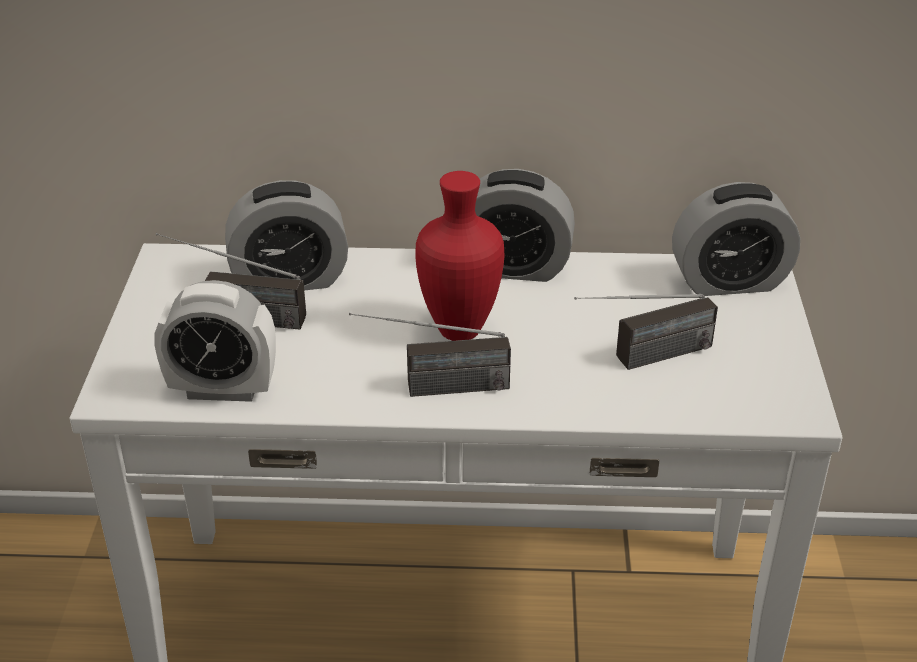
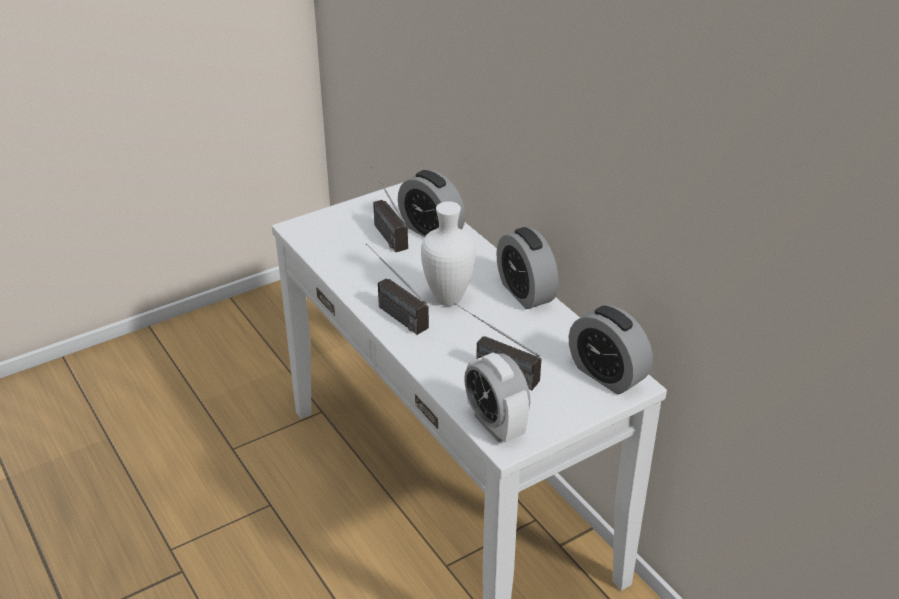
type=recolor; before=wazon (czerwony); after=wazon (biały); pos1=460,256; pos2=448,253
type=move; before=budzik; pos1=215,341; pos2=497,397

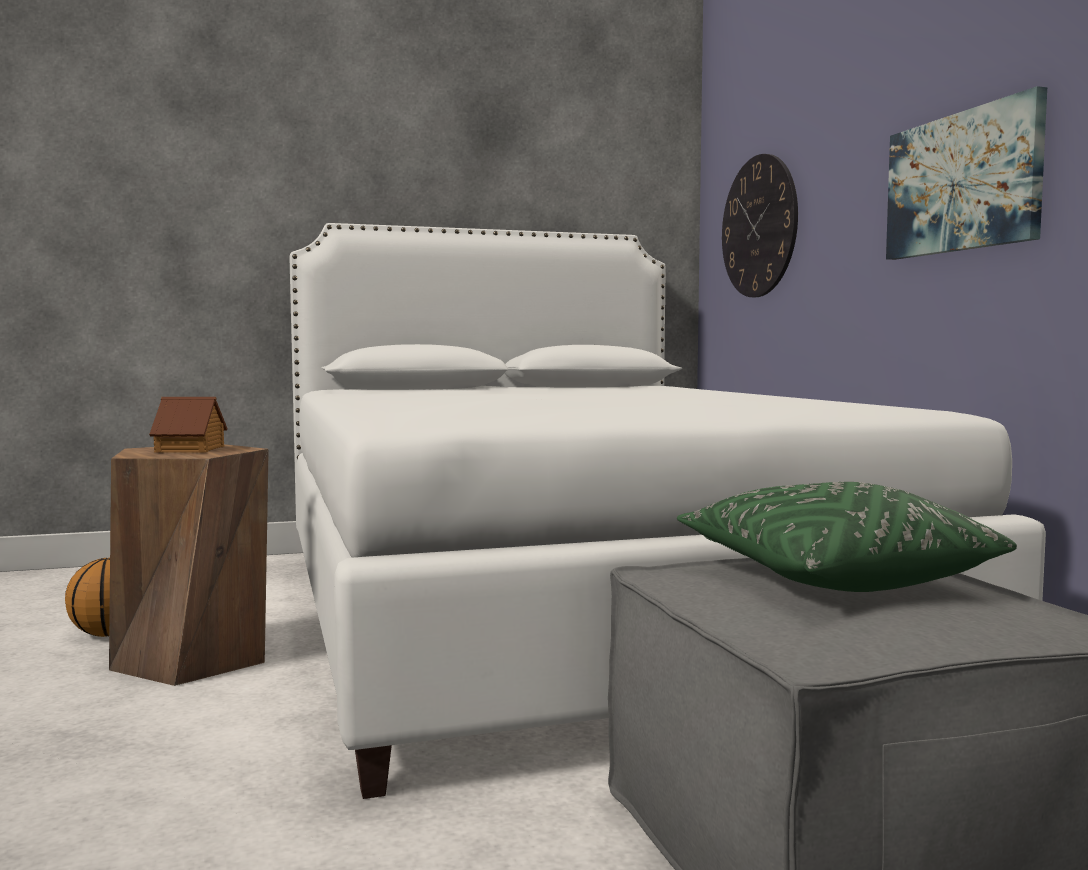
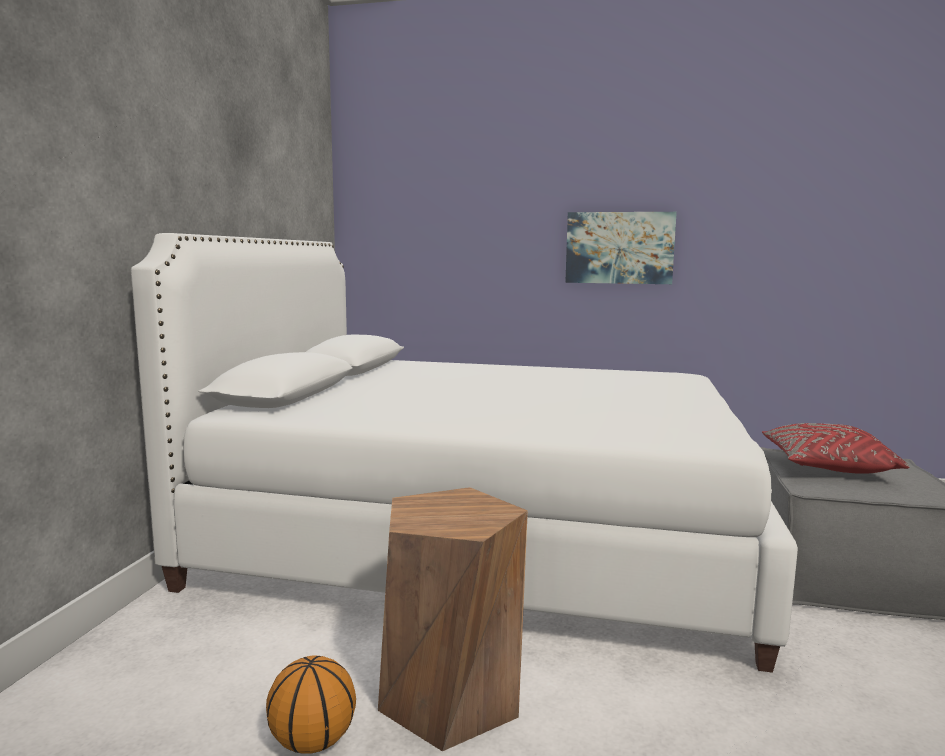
type=delete; before=zegar ścienny; pos1=760,225
type=delete; before=domek; pos1=188,425
type=recolor; before=poduszka (zielony); after=poduszka (czerwony); pos1=847,537; pos2=835,448

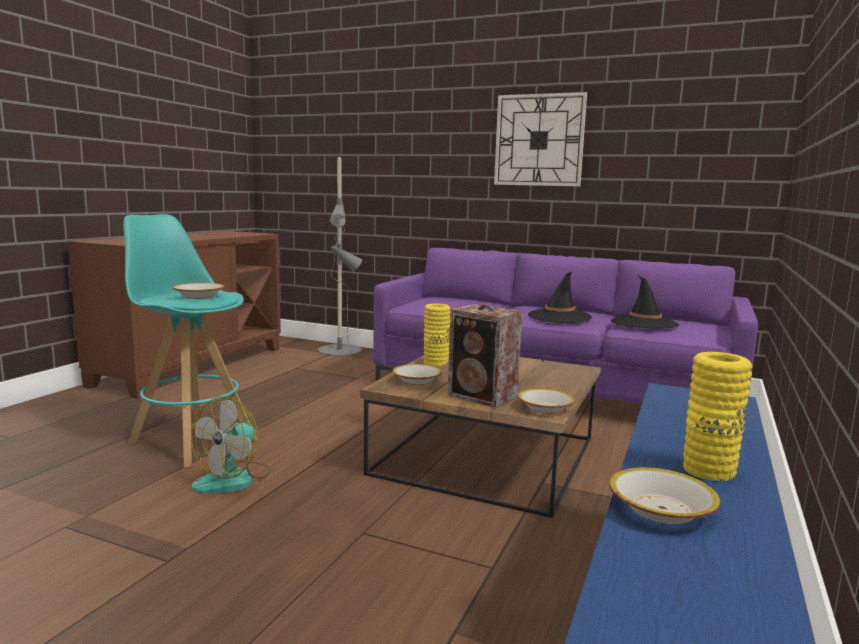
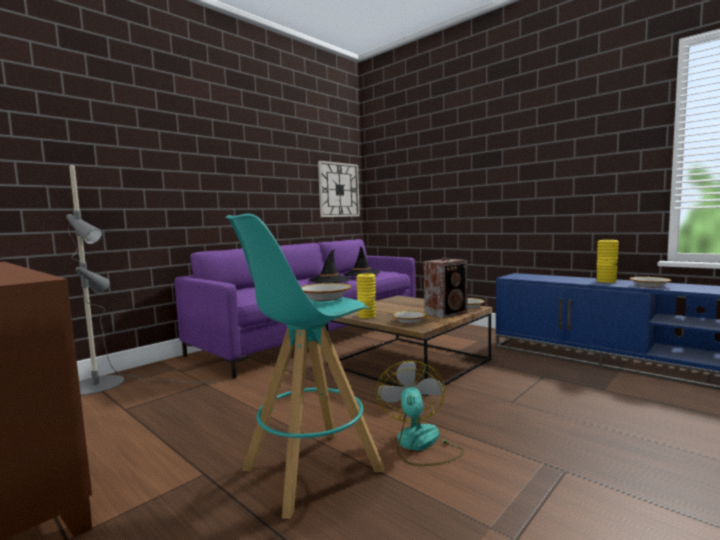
type=move; before=zegar ścienny; pos1=540,139; pos2=339,189
type=rotate; before=wentylator; pos1=231,444; pos2=420,413; turn=-135

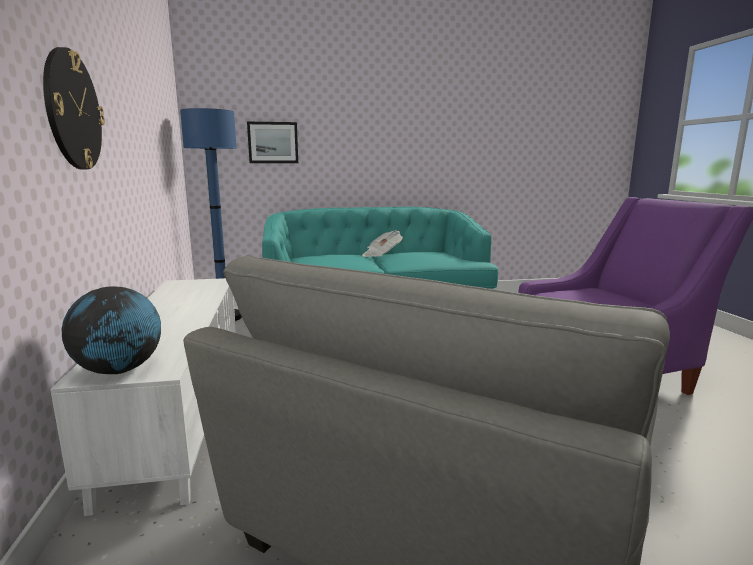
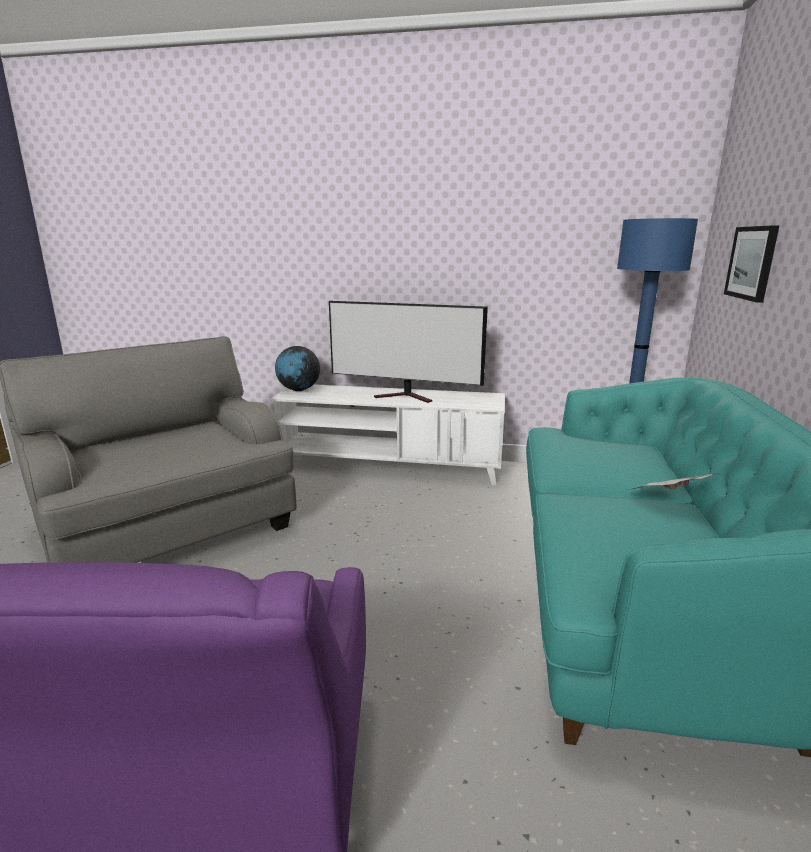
type=delete; before=zegar ścienny; pos1=74,108
type=insert; after=telewizor; pos2=408,352

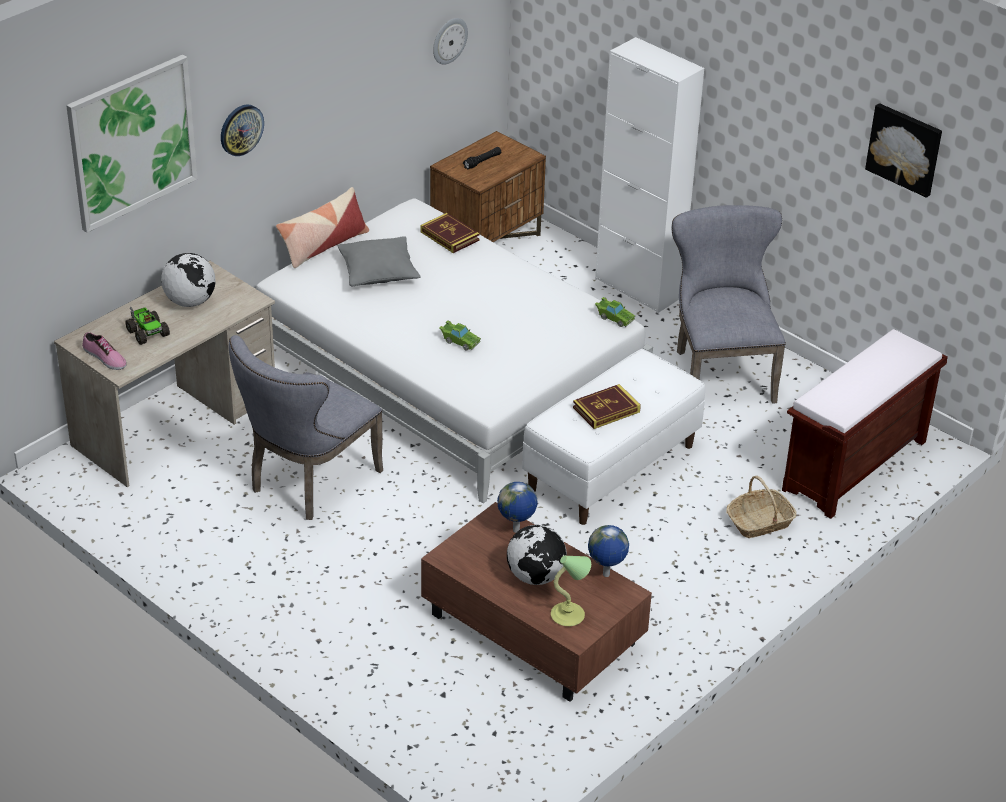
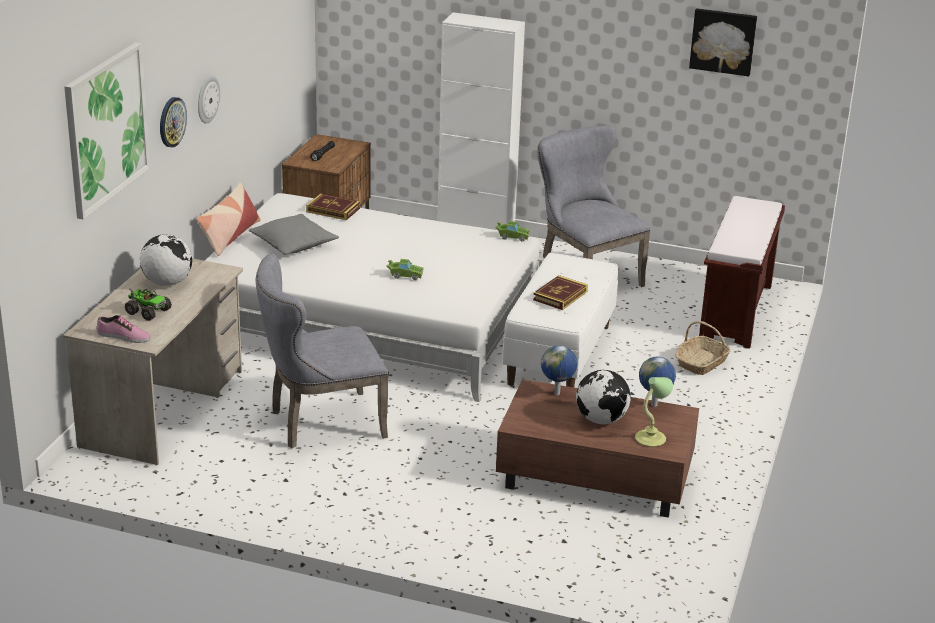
type=move; before=zegar ścienny; pos1=450,41; pos2=209,100
type=rotate; before=krzesło (szary); pos1=306,427; pos2=322,351; turn=60

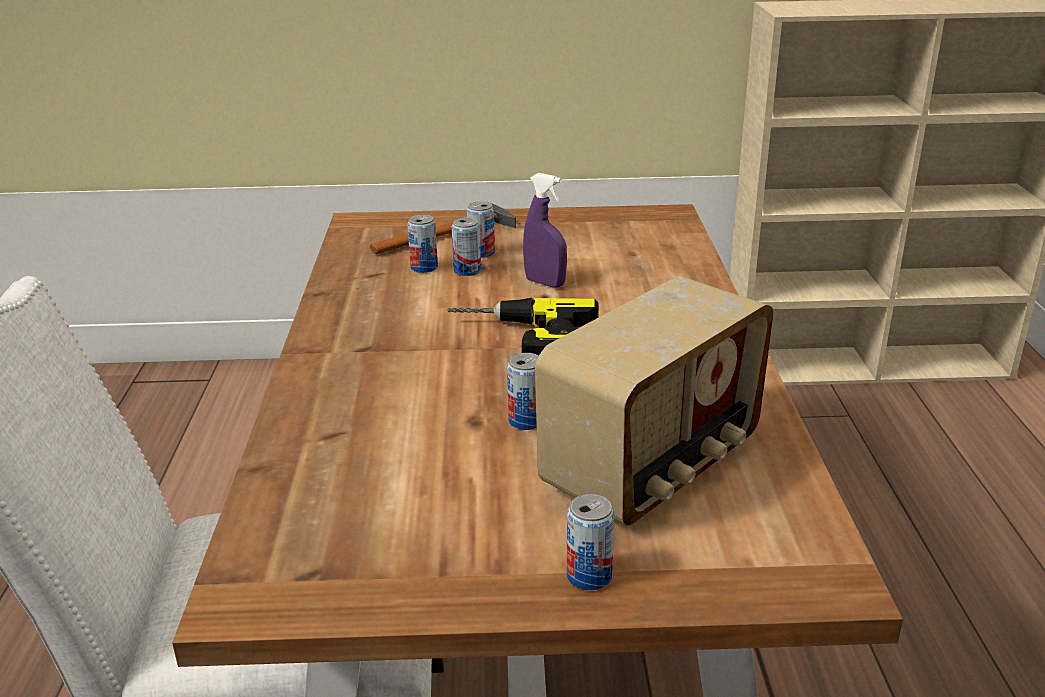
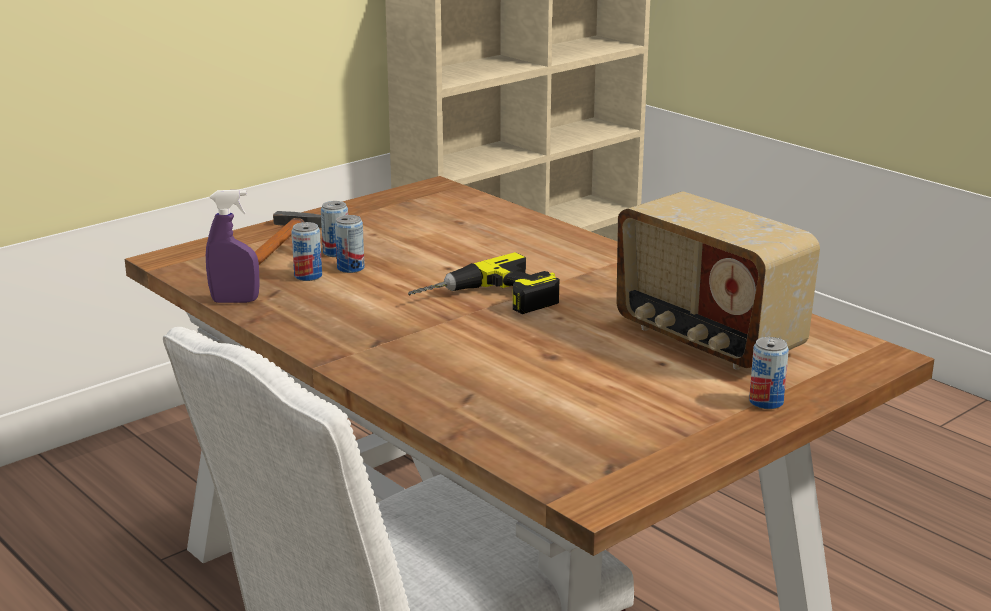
type=move; before=spryskiwacz (fioletowy); pos1=545,230; pos2=233,246
type=rotate; before=radio; pos1=654,401; pos2=718,281; turn=135
type=delete; before=puszka; pos1=523,391

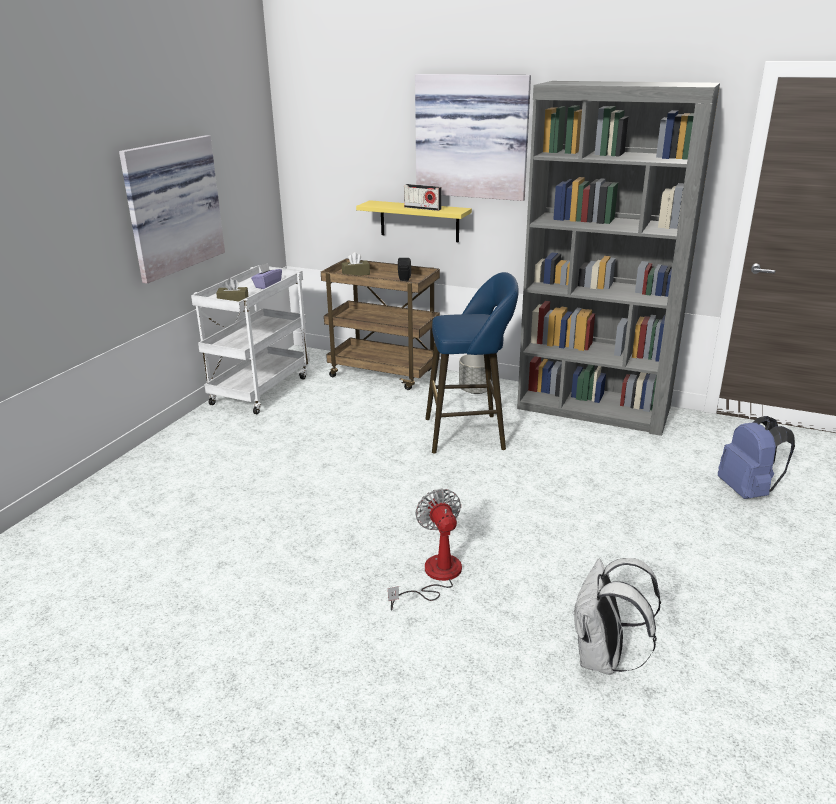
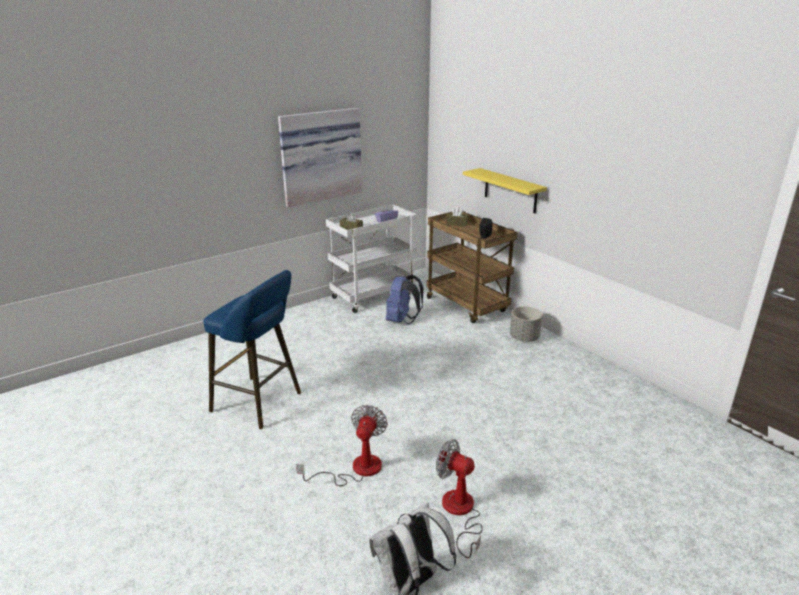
type=delete; before=obraz; pos1=473,137
type=delete; before=regał (szary); pos1=618,258
type=delete; before=radio; pos1=423,197
type=move; before=stołek (niebieski); pos1=472,363; pos2=252,349
type=move; before=plecak (niebieski); pos1=756,457; pos2=405,299
type=insert; after=wentylator; pos2=459,498

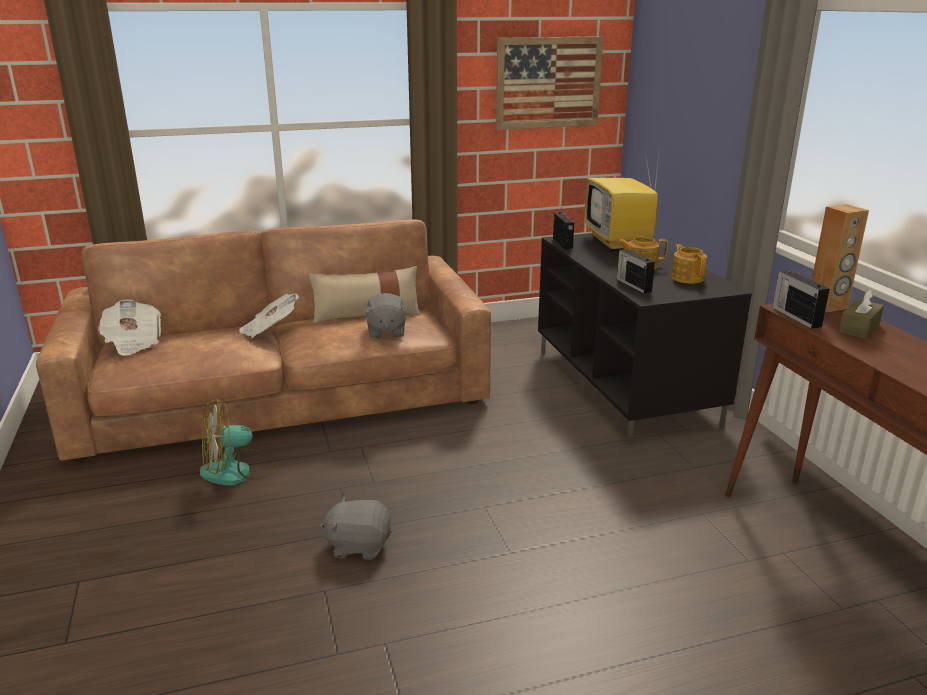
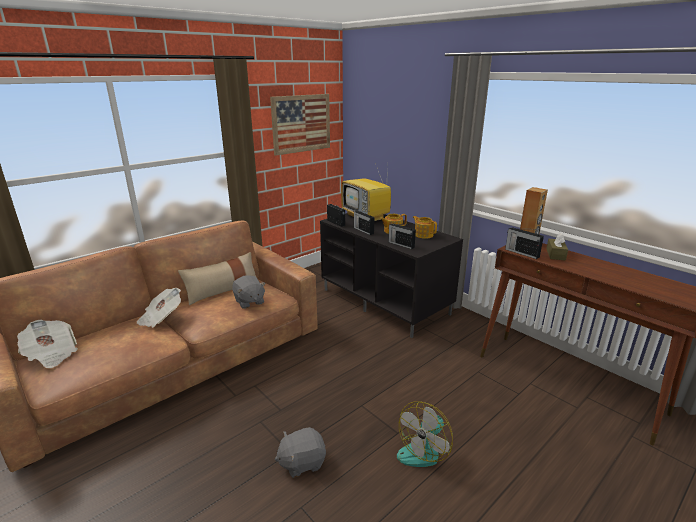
type=move; before=wentylator; pos1=238,442; pos2=425,434
type=insert; after=radio; pos2=364,223

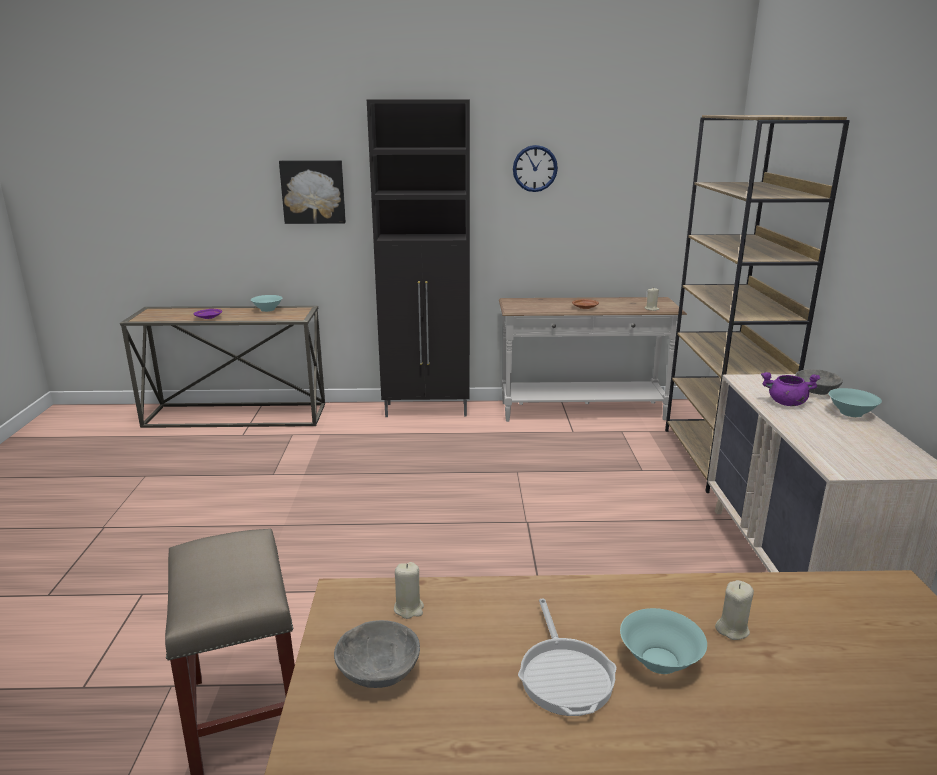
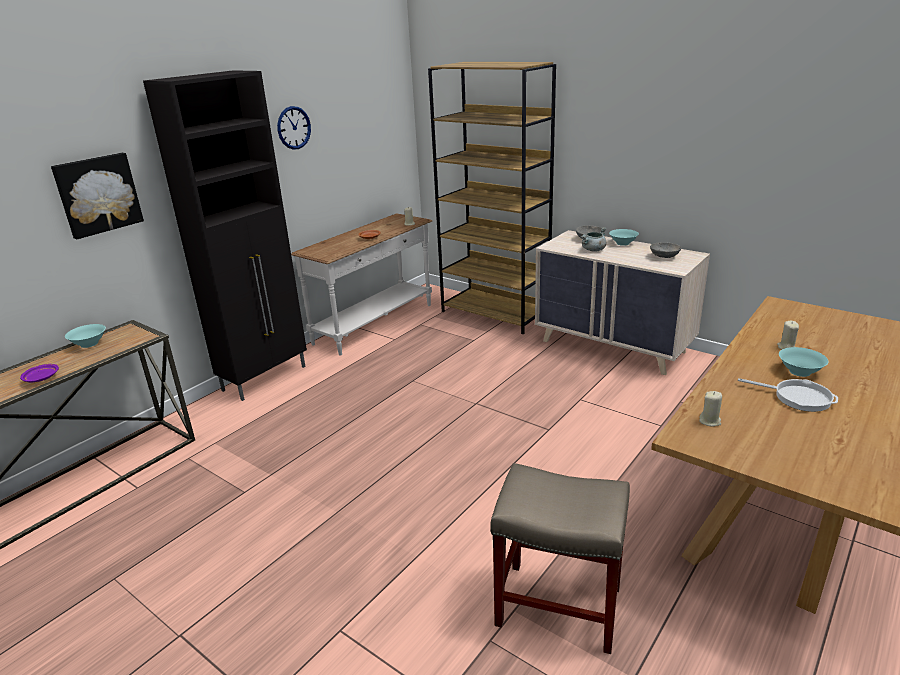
type=recolor; before=garnek (fioletowy); after=garnek (szary); pos1=790,389; pos2=593,239
type=move; before=miska (szary); pos1=377,654; pos2=665,250

